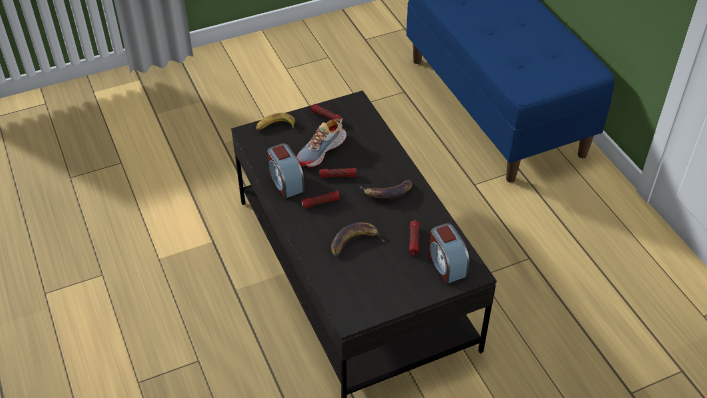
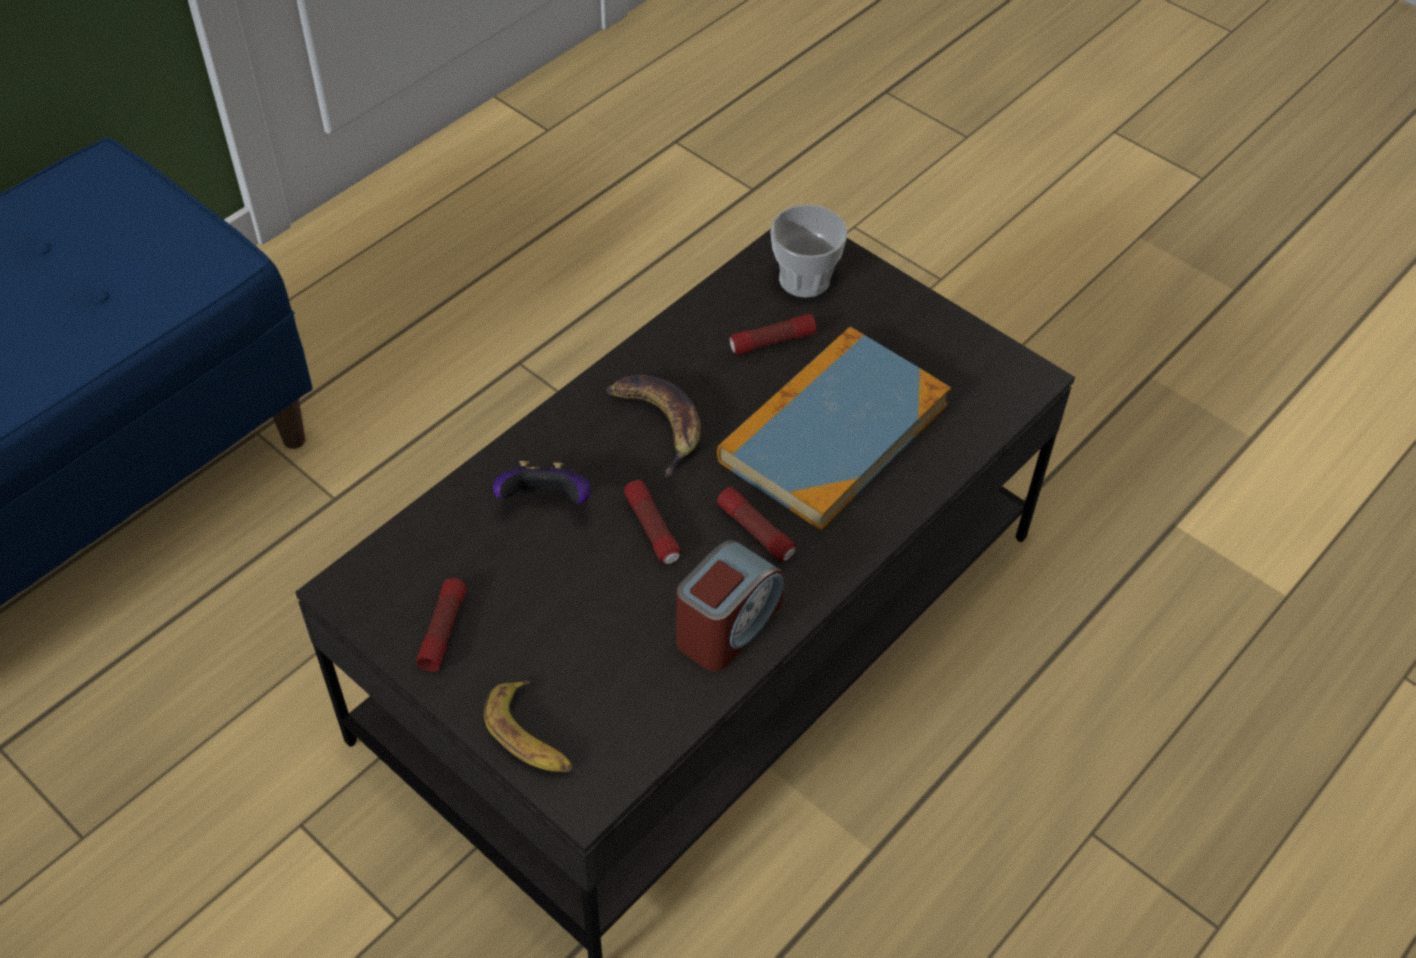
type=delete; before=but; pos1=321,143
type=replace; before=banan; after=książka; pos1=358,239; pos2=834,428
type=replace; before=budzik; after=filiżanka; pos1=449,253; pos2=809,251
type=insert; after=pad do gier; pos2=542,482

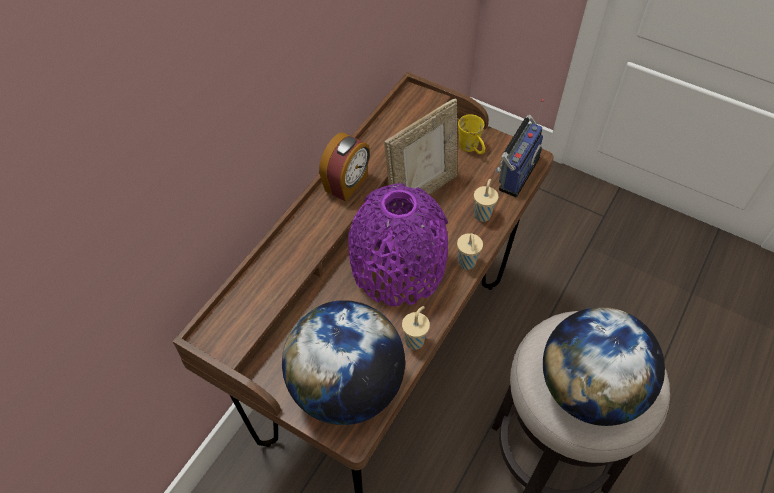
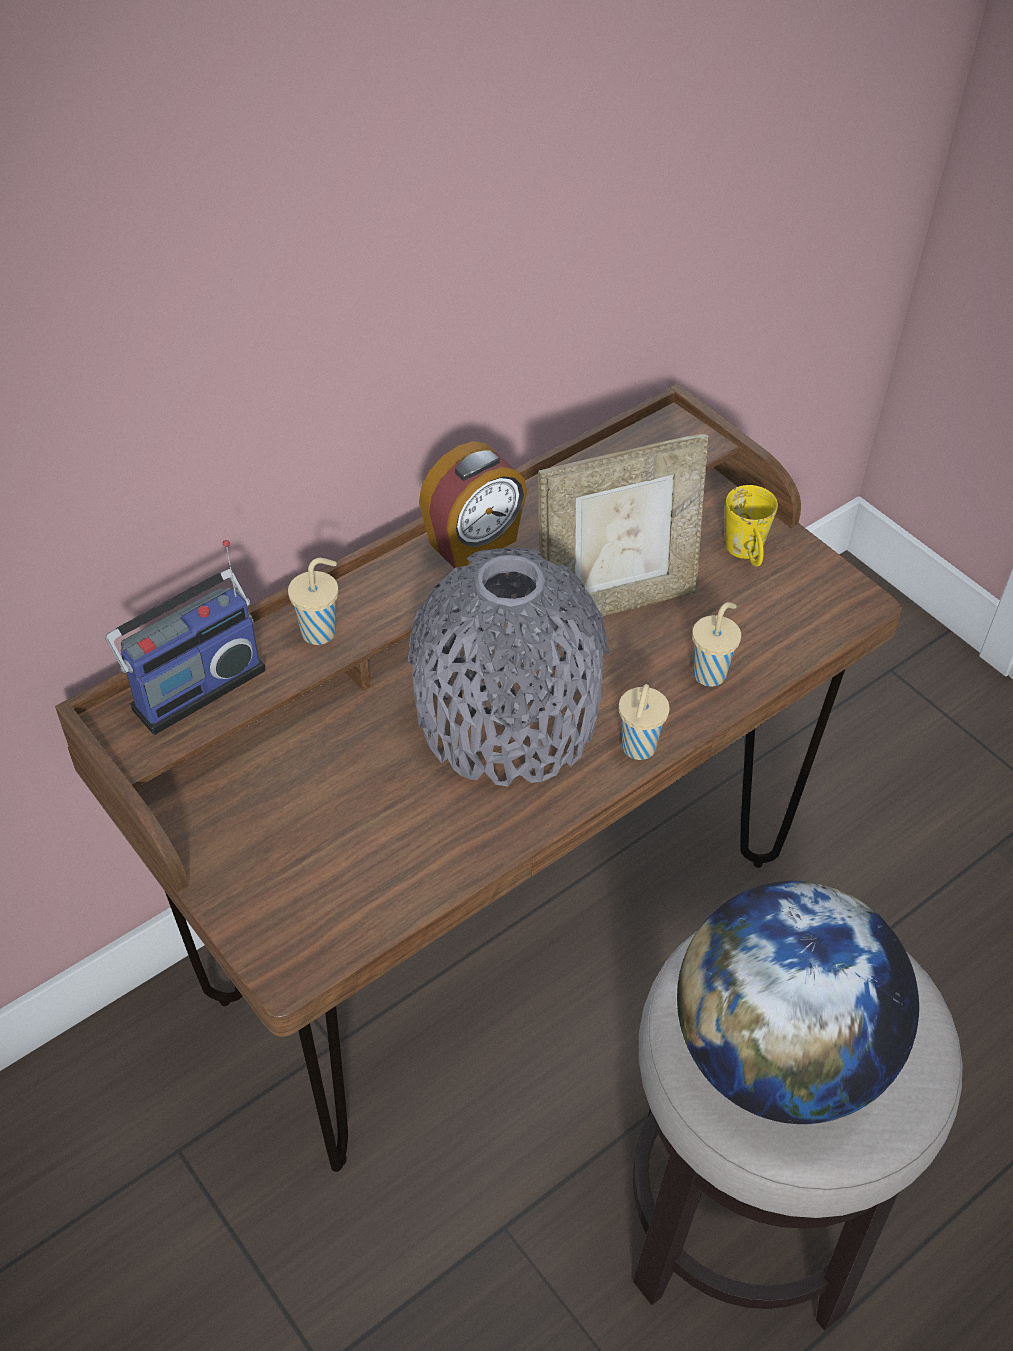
type=move; before=radio; pos1=519,148; pos2=185,637
type=recolor; before=wazon (fioletowy); after=wazon (szary); pos1=398,244; pos2=508,667
type=delete; before=globus; pos1=343,362
type=move; before=filiżanka (beżowy); pos1=416,328; pos2=313,601

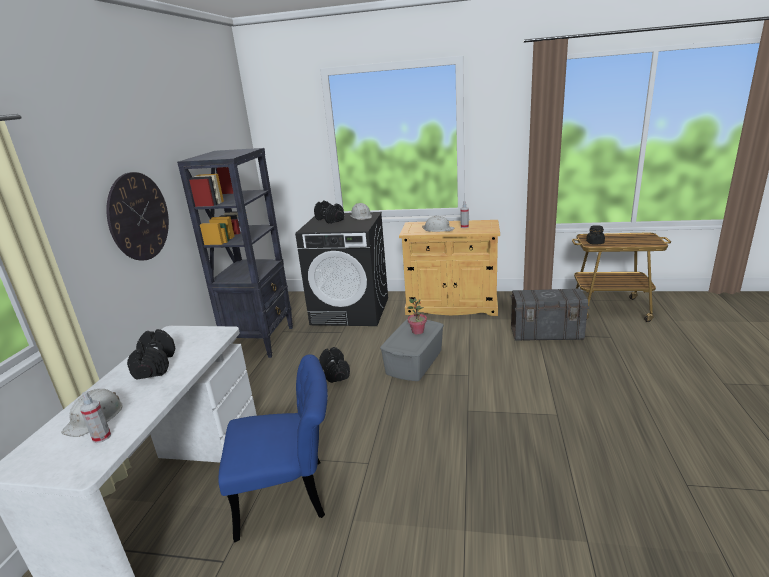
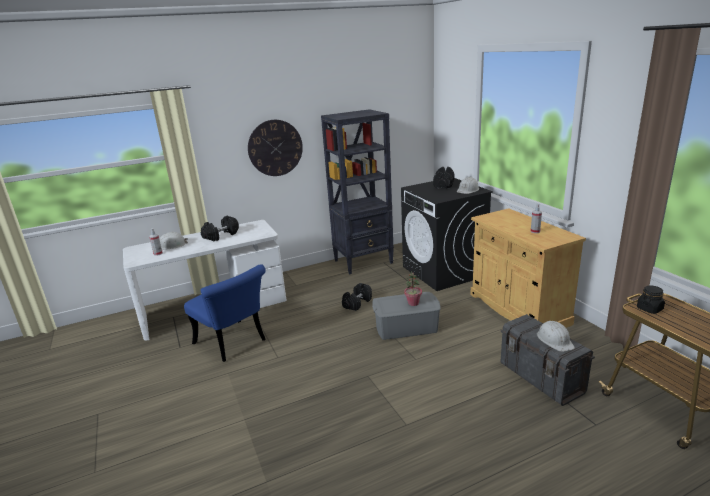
type=move; before=kask (biały); pos1=438,224; pos2=556,336

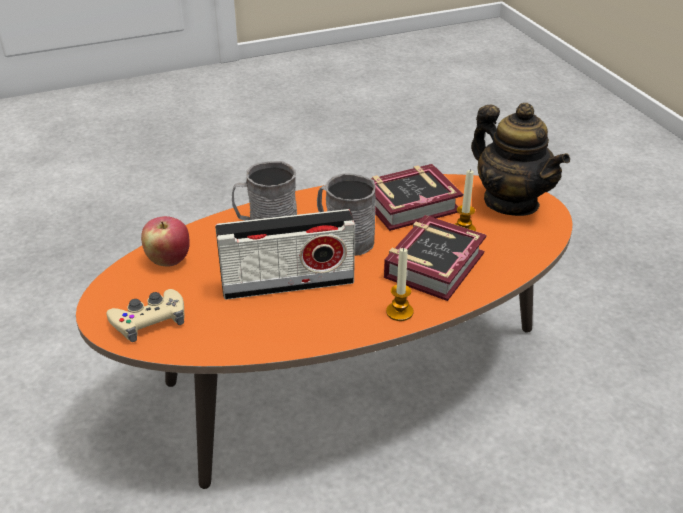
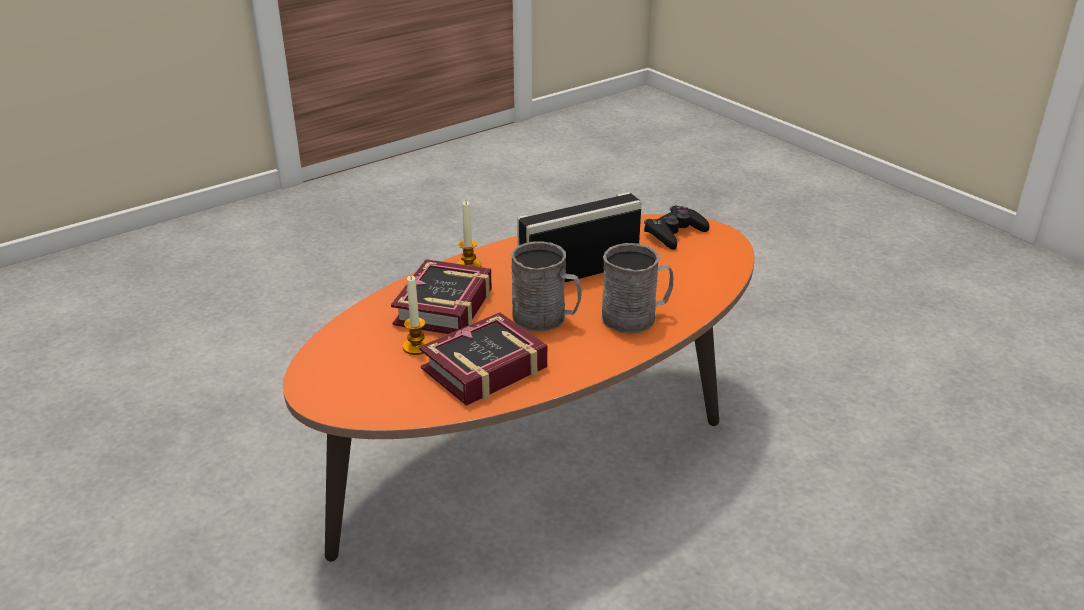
type=delete; before=imbryk; pos1=520,159
type=delete; before=jabłko; pos1=165,241
type=recolor; before=pad do gier (beżowy); after=pad do gier (czarny); pos1=145,315; pos2=676,228

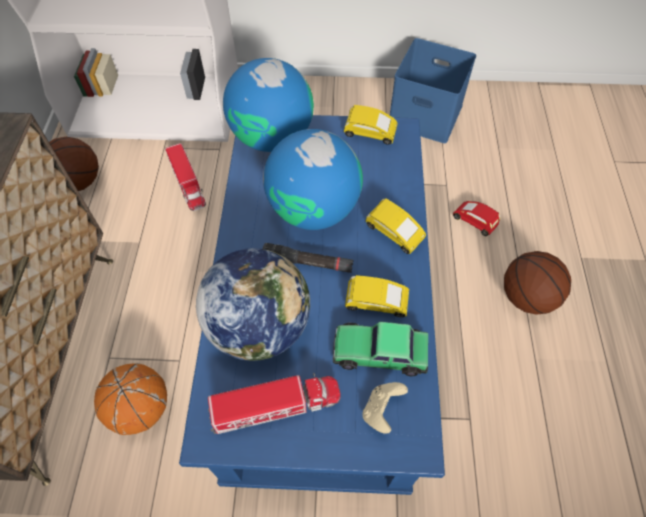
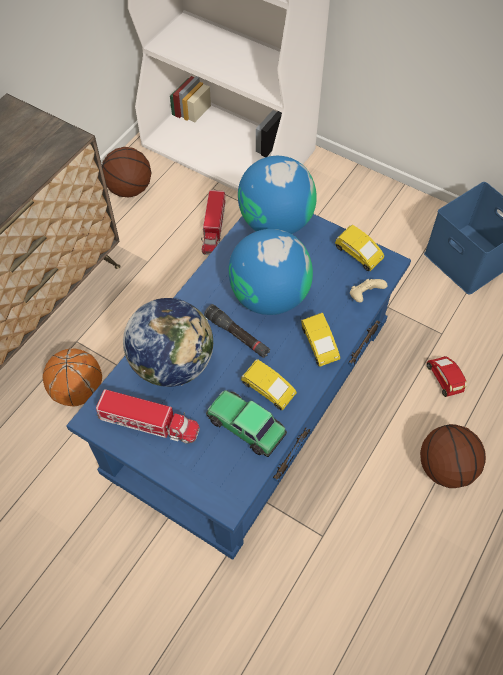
type=move; before=pad do gier (beżowy); pos1=385,408; pos2=368,291

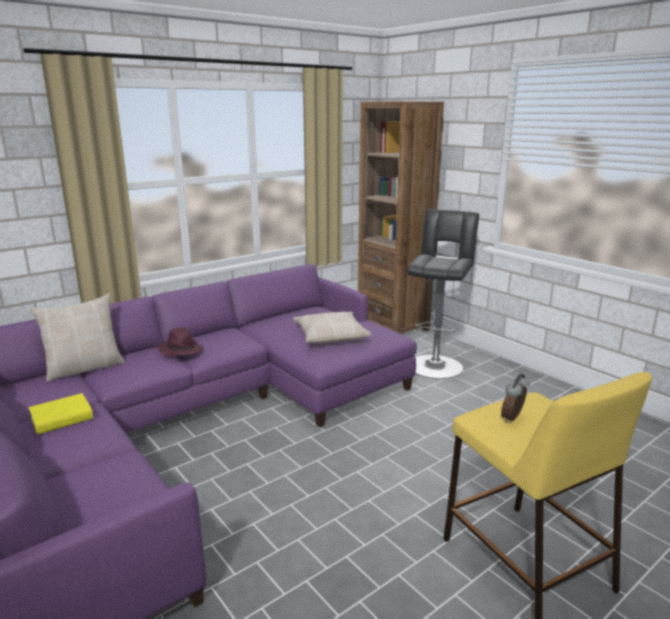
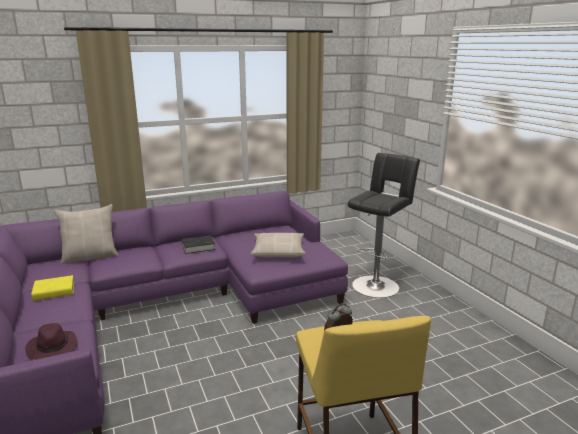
type=delete; before=regał (brązowy); pos1=401,217
type=move; before=kapelusz (fioletowy); pos1=180,342; pos2=51,341
type=insert; after=książka (czarny); pos2=198,244

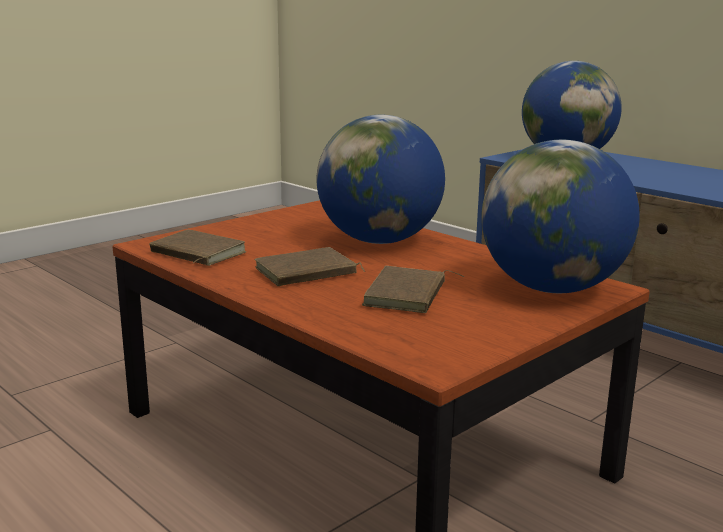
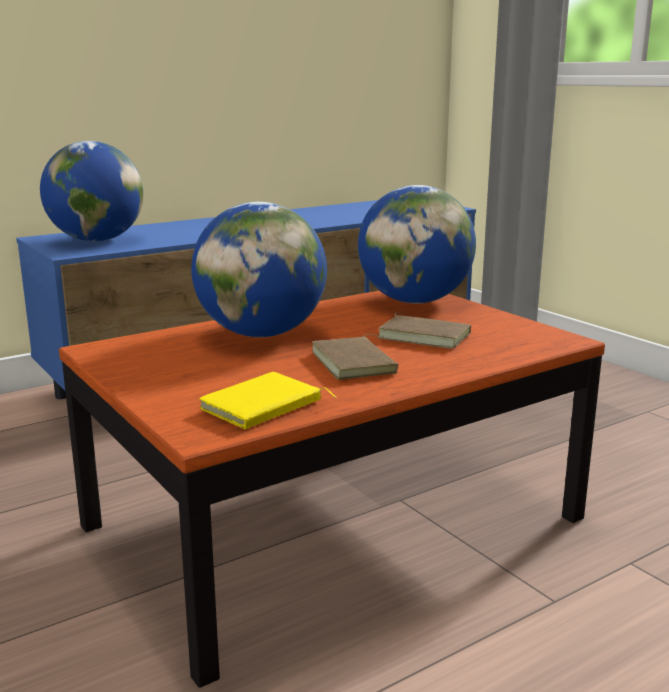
type=recolor; before=książka (brązowy); after=książka (żółty); pos1=198,248; pos2=268,400

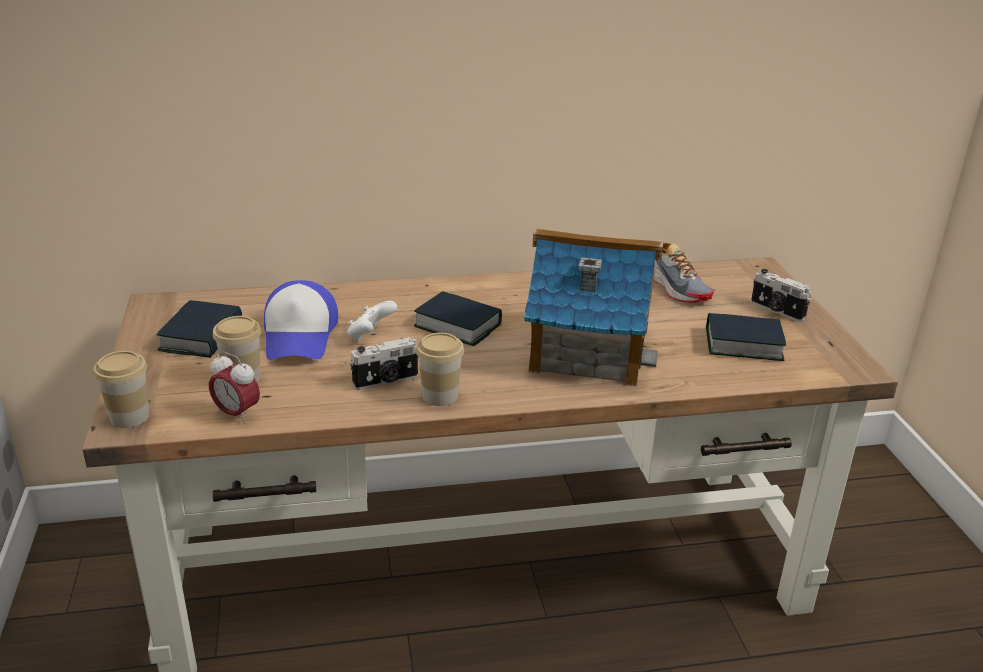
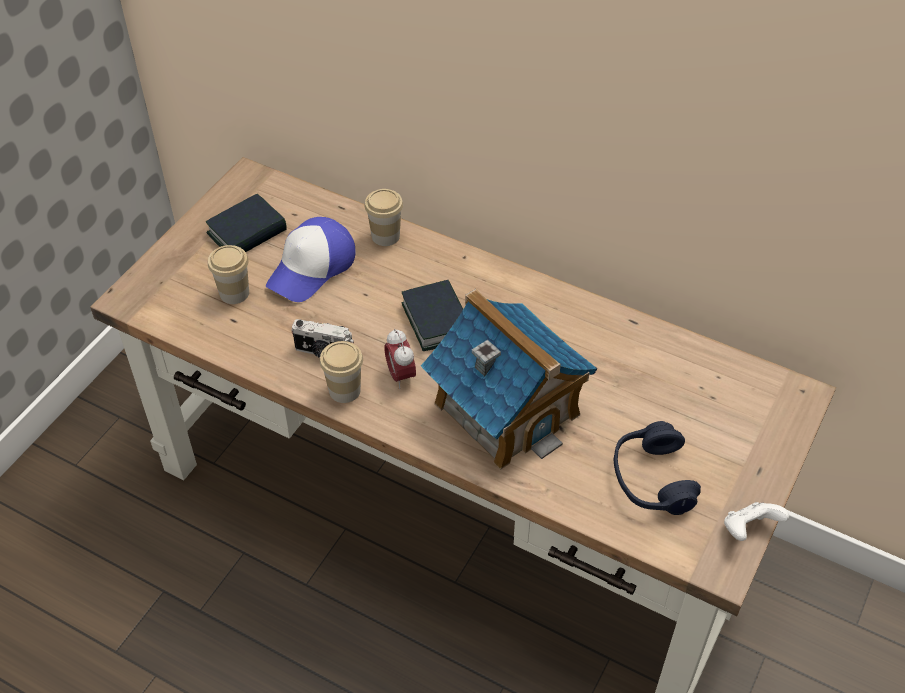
type=delete; before=but; pos1=684,272
type=delete; before=aparat fotograficzny; pos1=781,295
type=move; before=pad do gier (biały); pos1=372,321; pos2=756,521
type=replace; before=książka; after=słuchawki (niebieski); pos1=746,337; pos2=657,468
type=move; before=filiżanka; pos1=121,389; pos2=384,217
type=move; before=budzik; pos1=234,388; pos2=400,359

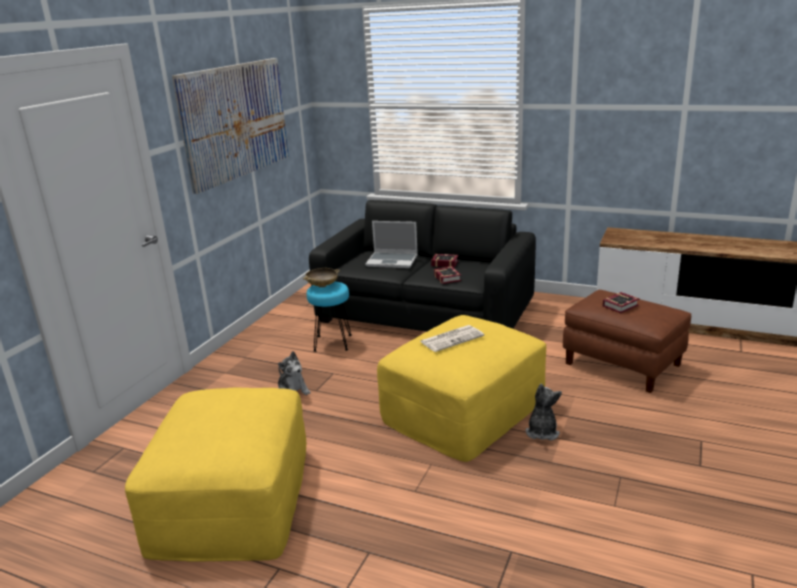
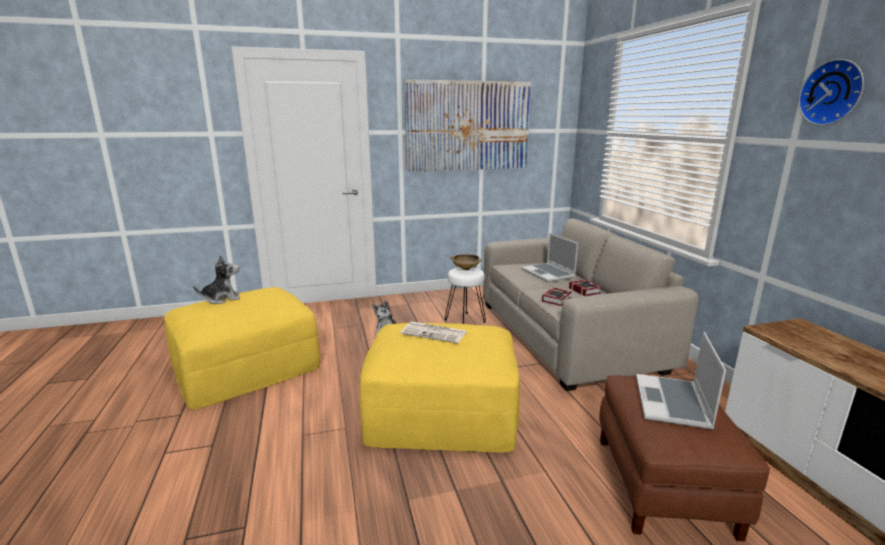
type=recolor; before=kanapa (czarny); after=kanapa (beżowy); pos1=422,266; pos2=591,305
type=recolor; before=stołek (turkusowy); after=stołek (biały); pos1=329,317; pos2=465,295
type=replace; before=książka; after=laptop; pos1=621,302; pos2=681,380
type=move; before=pluszak; pos1=543,412; pos2=216,279
type=insert; after=zegar ścienny; pos2=831,92

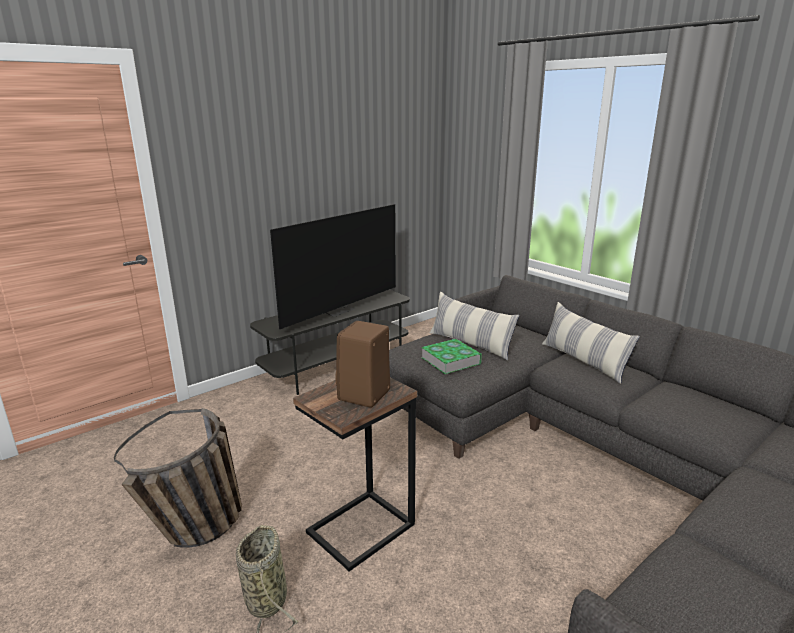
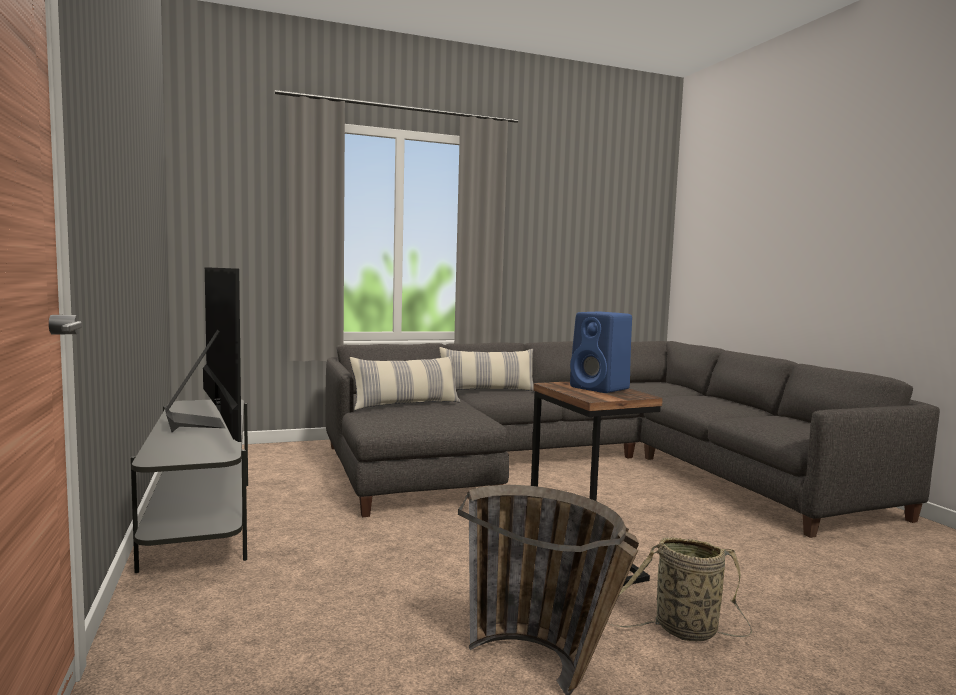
type=recolor; before=głośnik (brązowy); after=głośnik (niebieski); pos1=362,364; pos2=601,352
type=delete; before=książka; pos1=451,356

